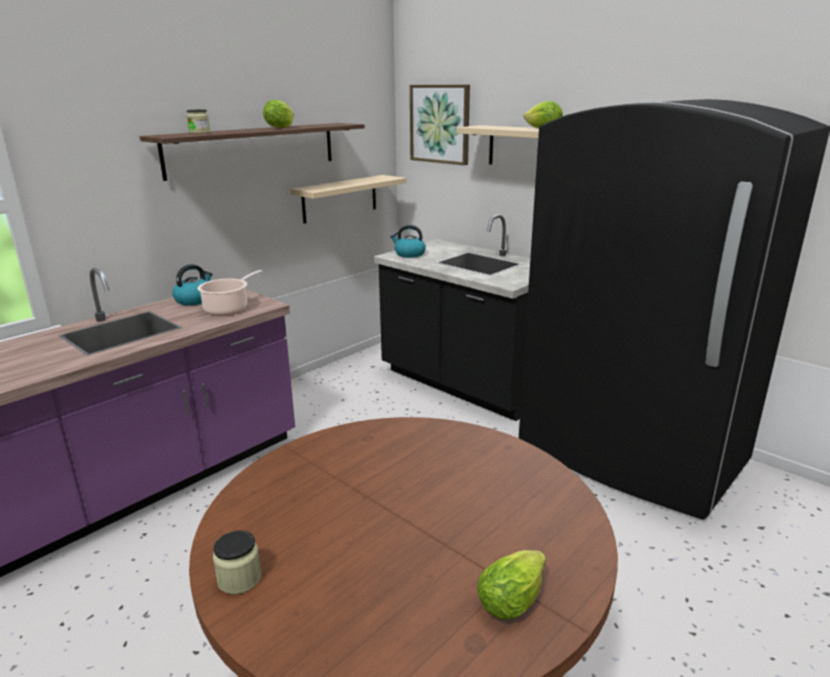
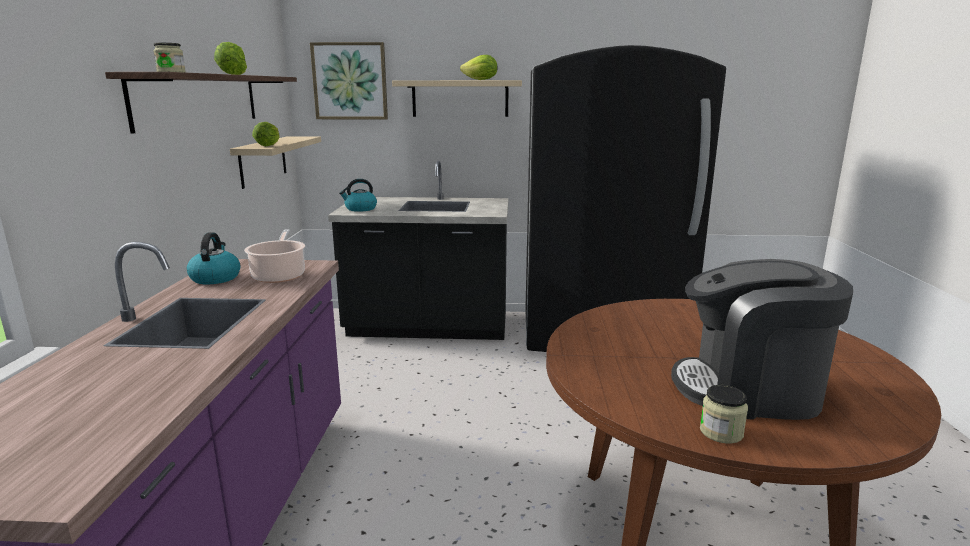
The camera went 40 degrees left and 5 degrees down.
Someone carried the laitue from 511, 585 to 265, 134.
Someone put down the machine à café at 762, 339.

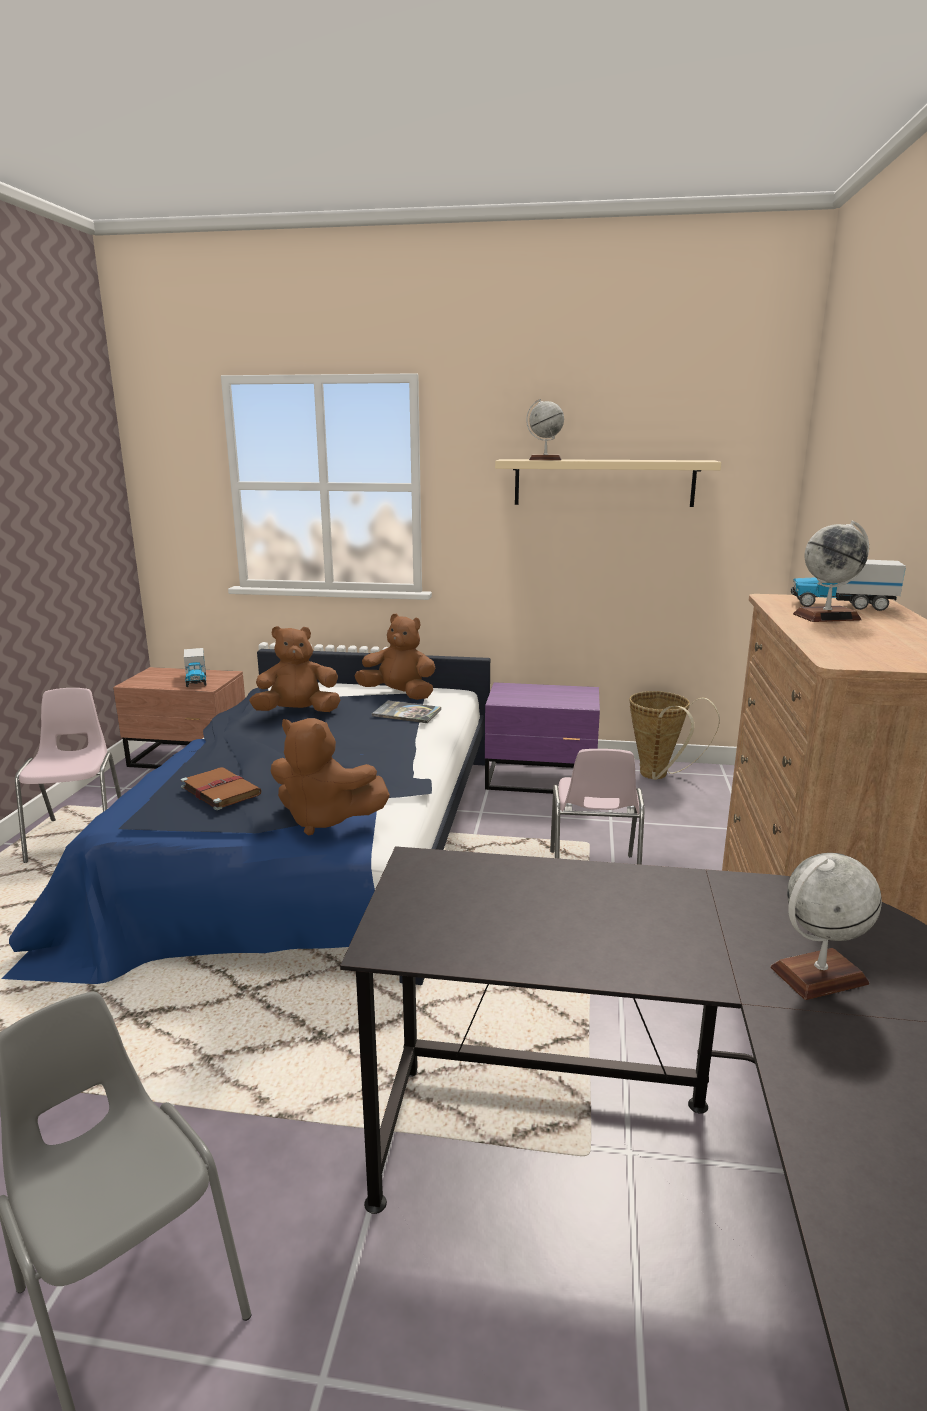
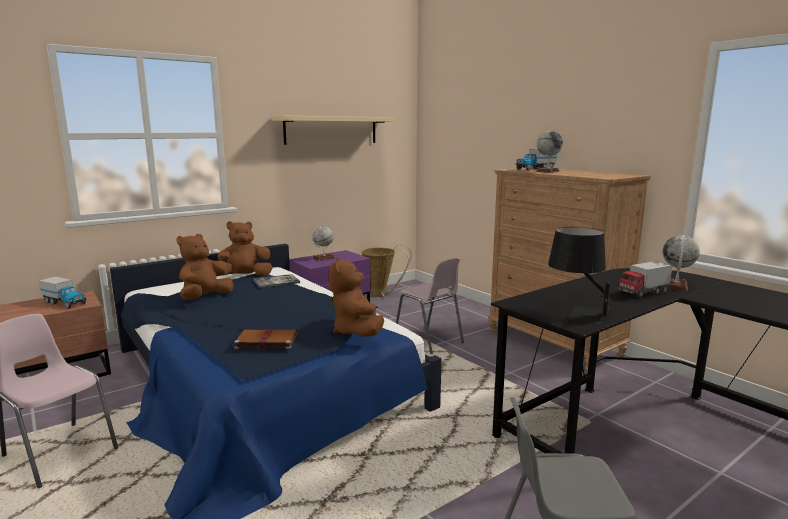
The camera went 45 degrees left and 5 degrees down.
Someone carried the globe from 545, 429 to 323, 243.
Someone rotated the peluche (marron) at 330, 777 by 105 degrees clockwise.
Someone put down the lampe de table (noir) at 579, 276.
Someone put down the camion jouet at 645, 279.

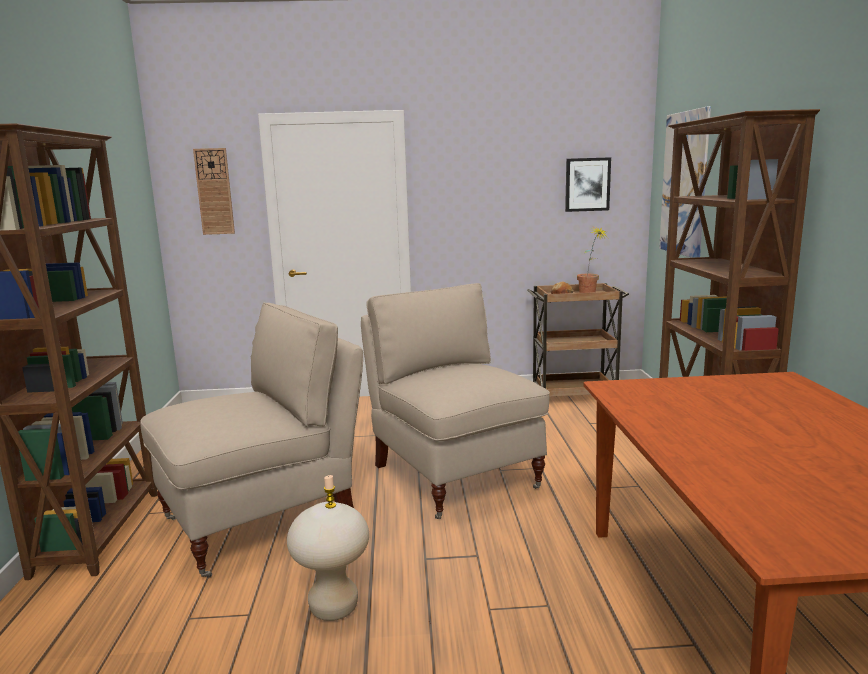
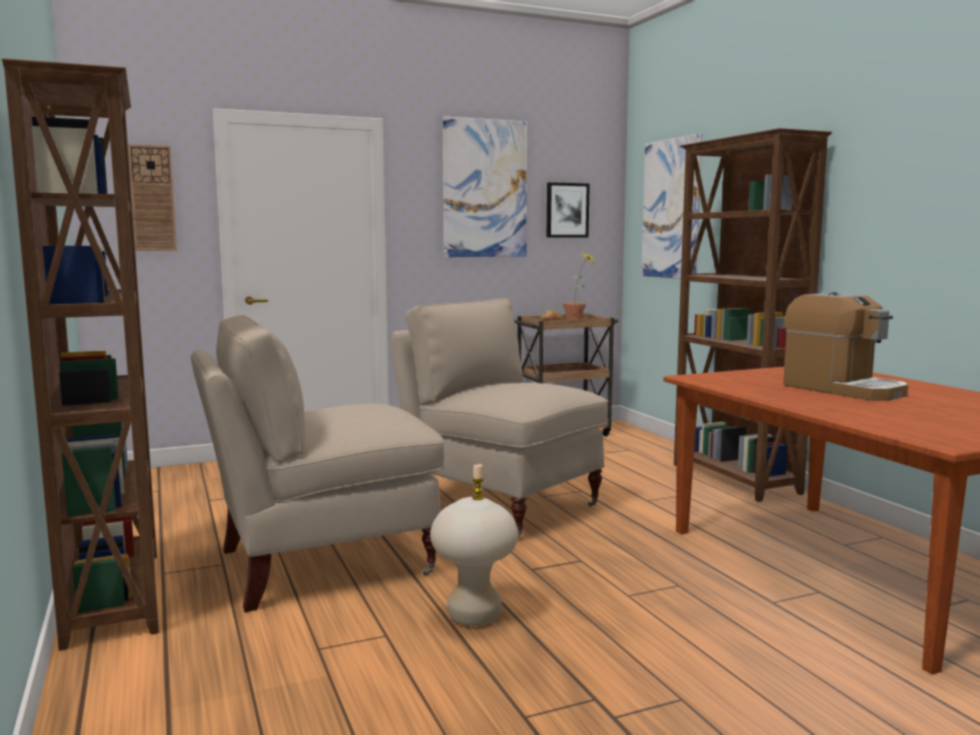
The camera went 20 degrees left and 5 degrees down.
Someone rotated the chaise (beige) at 251, 440 by 150 degrees counterclockwise.
Someone put up the tableau at 485, 186.
Someone put down the machine à café at 845, 346.

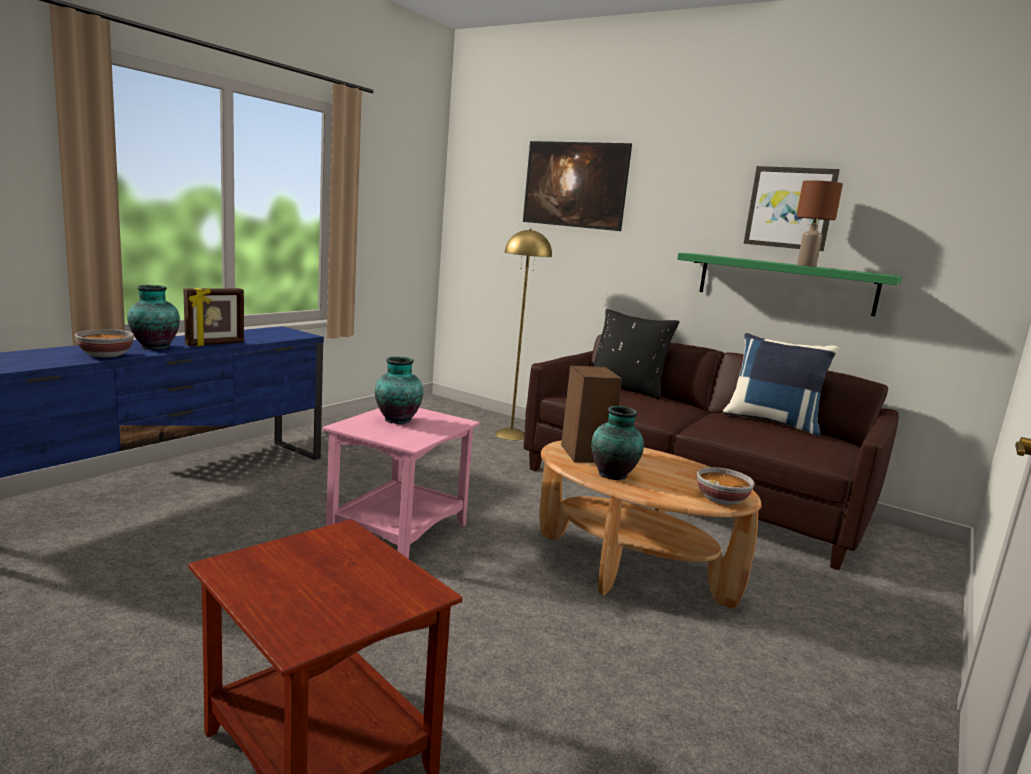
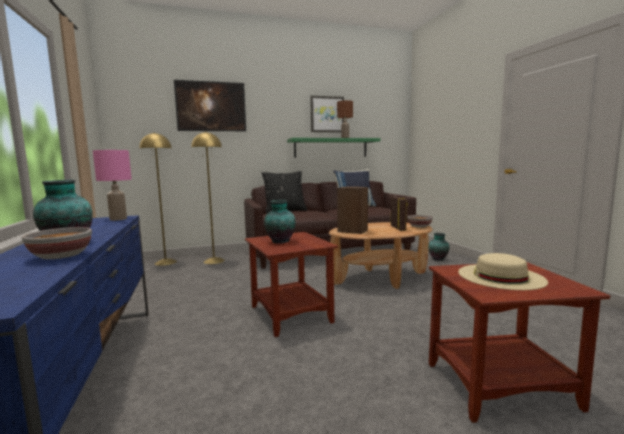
The camera went 50 degrees left and 5 degrees down.
Someone put down the lampe de table (rose) at 112, 185.
Someone put down the lampadaire (jaune) at 158, 199.
Someone repainted the table d'appoint (rose) at 401, 483, which became the table d'appoint (marron) at 291, 284.
Someone carried the cadre photo from 213, 317 to 399, 214.
Someone carried the vase from 617, 443 to 439, 247.
Someone put down the chapeau (beige) at 503, 271.

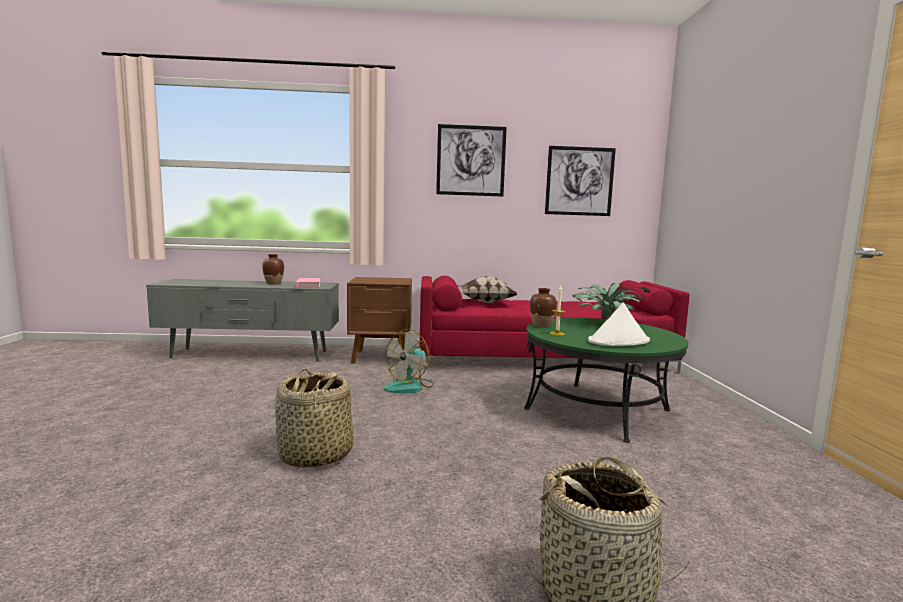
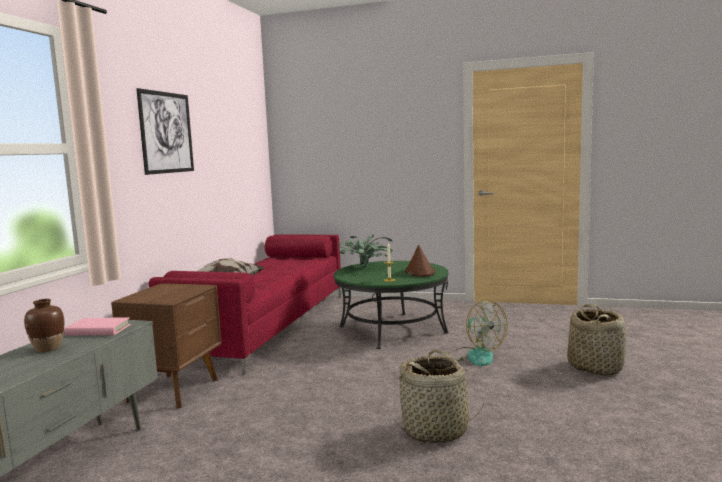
The camera went 70 degrees left and 0 degrees up.
Someone repainted the chapeau (blanc) at 619, 324, which became the chapeau (marron) at 420, 261.
Someone carried the ventilateur from 409, 361 to 478, 332.
Someone took away the vase (marron) at 543, 307.
Someone took away the tableau at 580, 181.

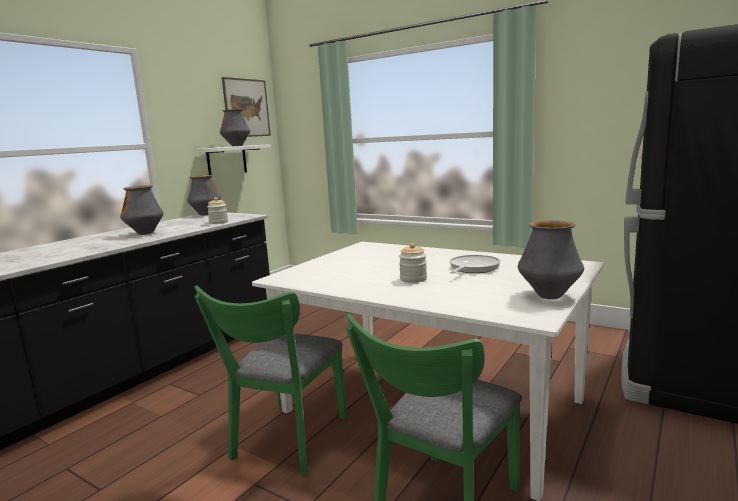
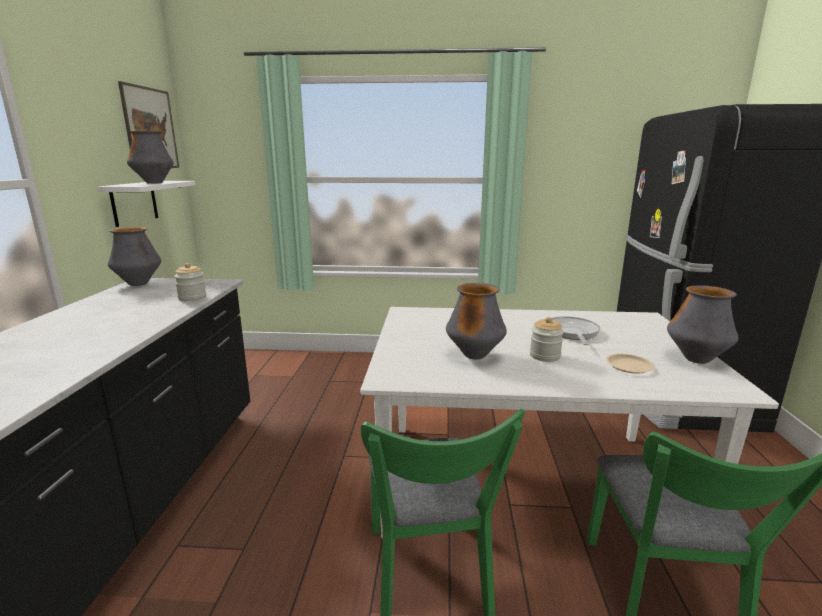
The camera went 30 degrees left and 5 degrees up.
Someone carried the vase from 142, 210 to 476, 321.
Someone put down the assiette (beige) at 630, 364.

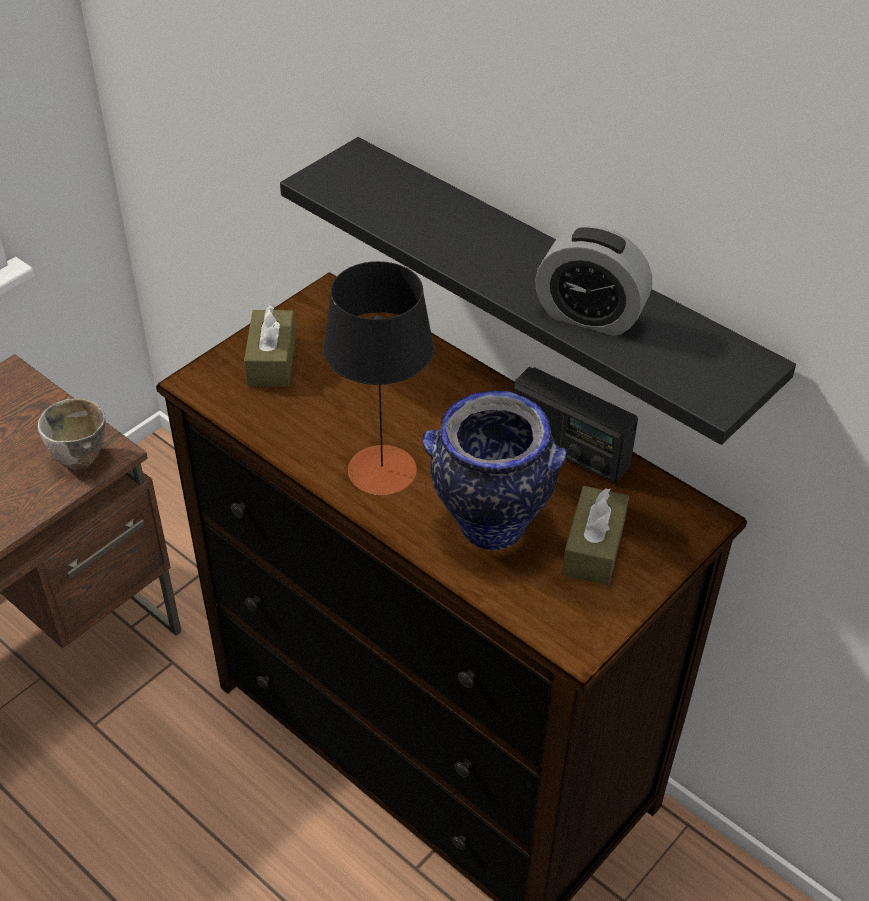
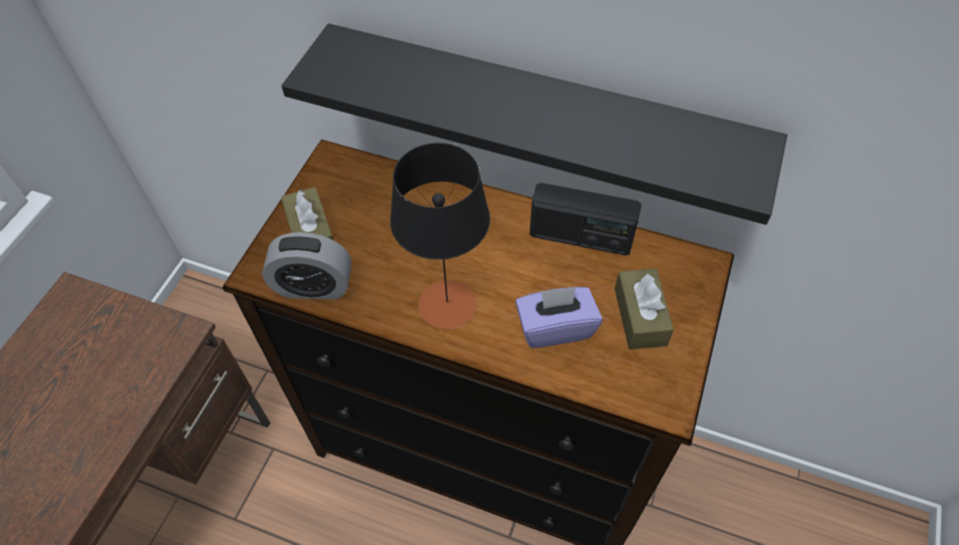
The camera went 20 degrees left and 10 degrees up.
Someone carried the réveil from 593, 281 to 307, 266.
Someone swapped the vase at 494, 470 for the boîte à mouchoirs (violet) at 558, 317.
Someone took away the bol at 71, 434.

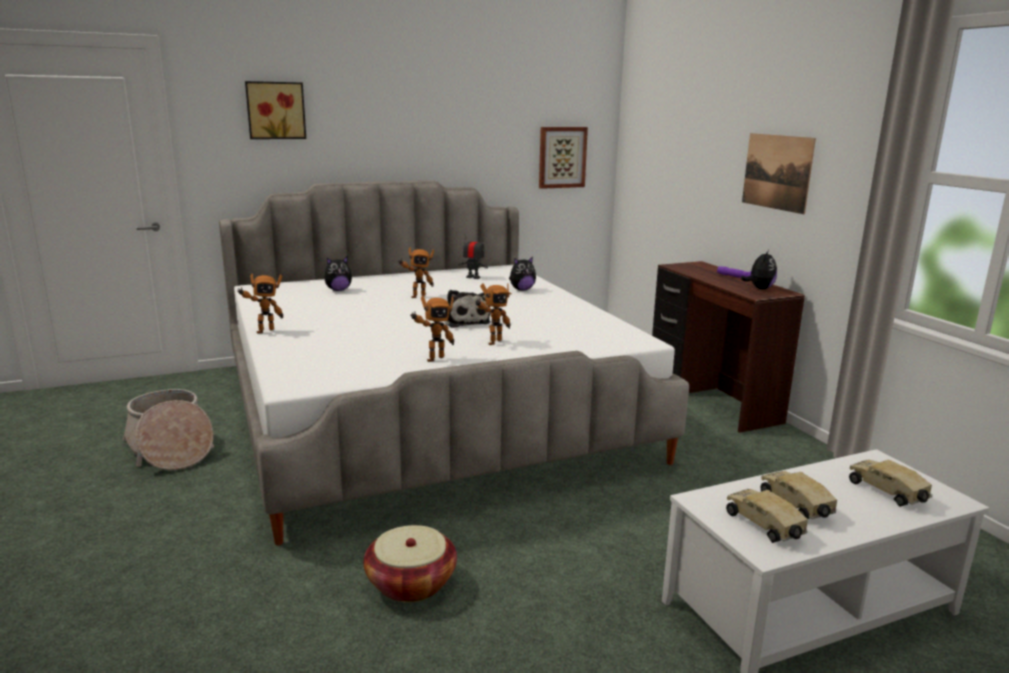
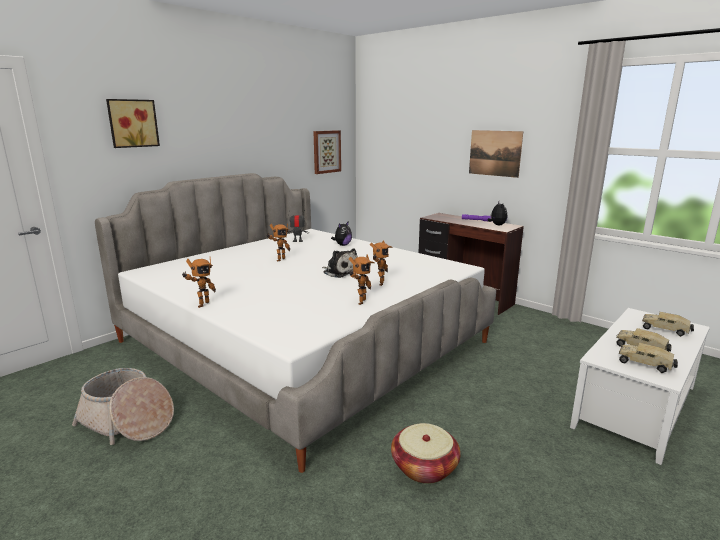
The camera went 25 degrees left and 0 degrees up.
Someone took away the peluche at 338, 274.

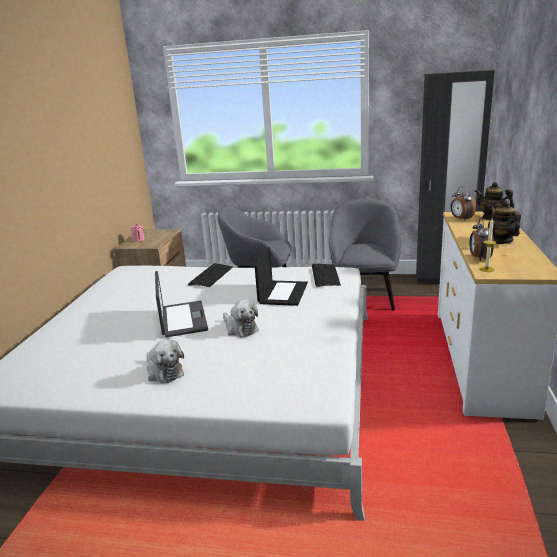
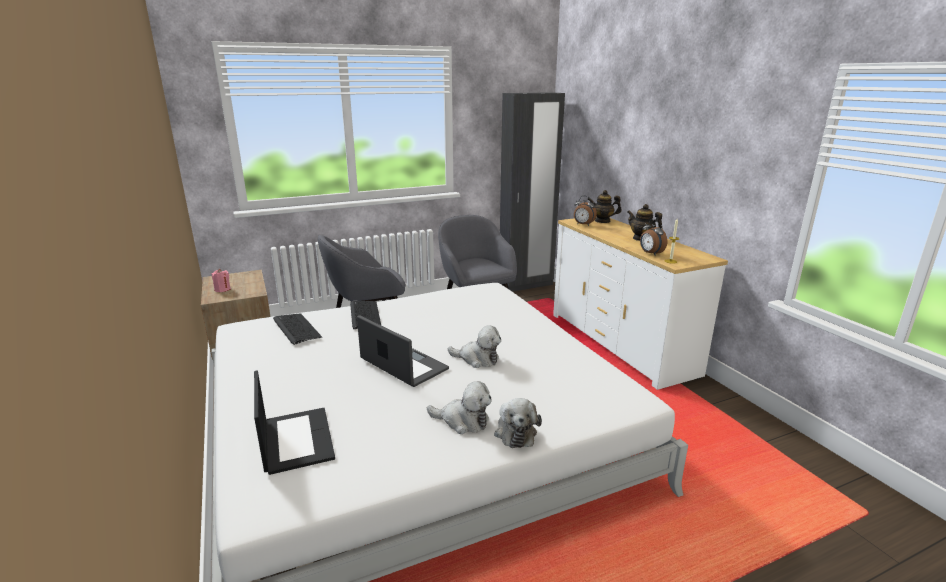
The camera went 35 degrees left and 0 degrees up.
Someone carried the ordinateur portable from 281, 276 to 294, 422.
Someone carried the clavier from 326, 275 to 297, 329.
Someone put down the peluche at 518, 423.

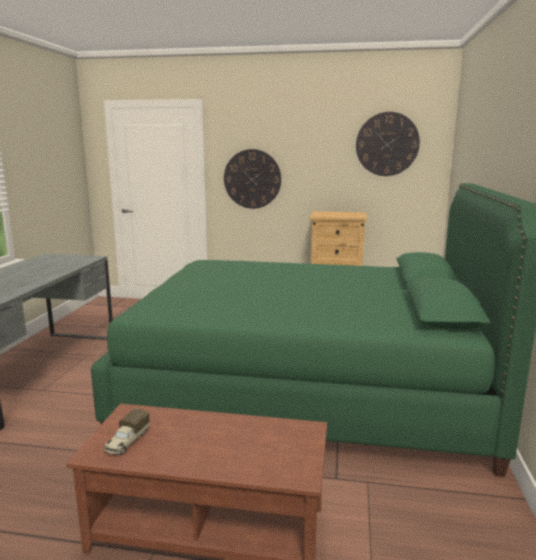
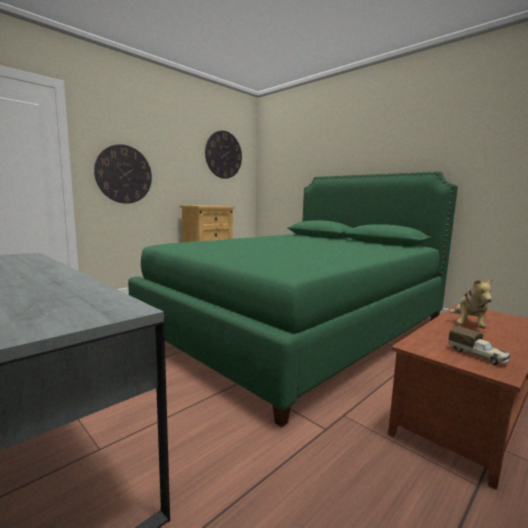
The camera went 55 degrees left and 5 degrees down.
Someone put down the peluche at 471, 303.

